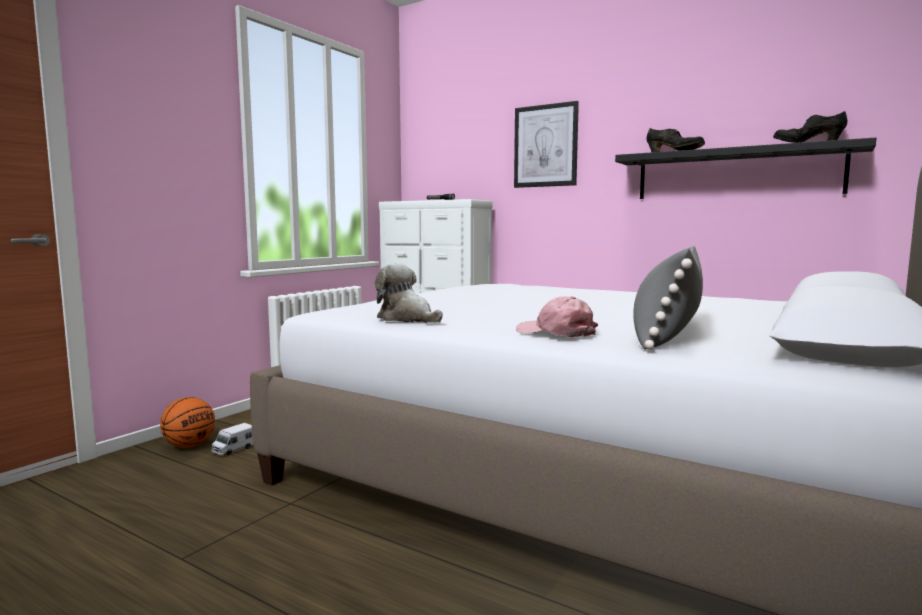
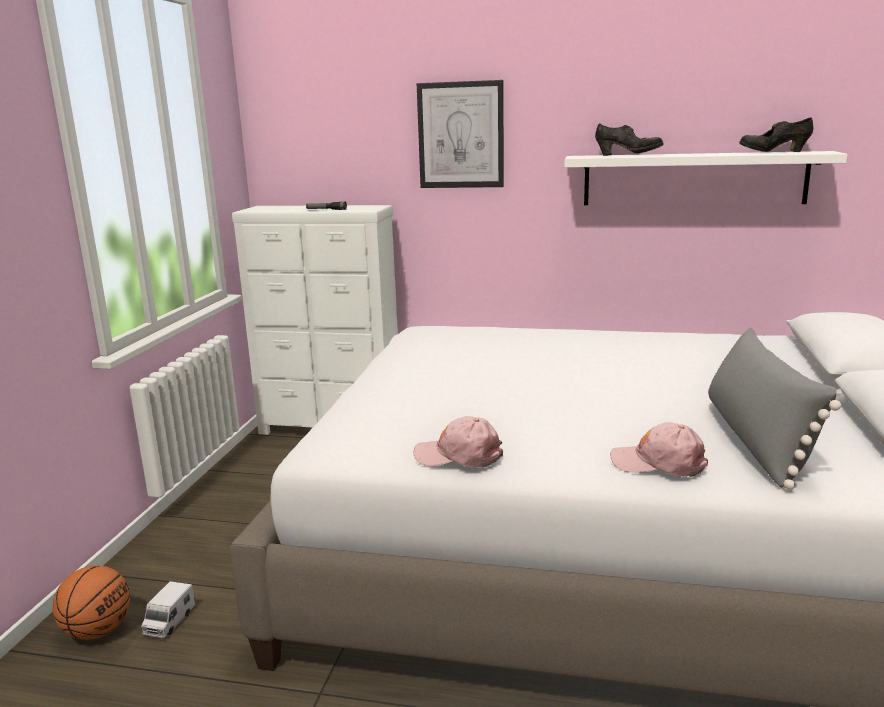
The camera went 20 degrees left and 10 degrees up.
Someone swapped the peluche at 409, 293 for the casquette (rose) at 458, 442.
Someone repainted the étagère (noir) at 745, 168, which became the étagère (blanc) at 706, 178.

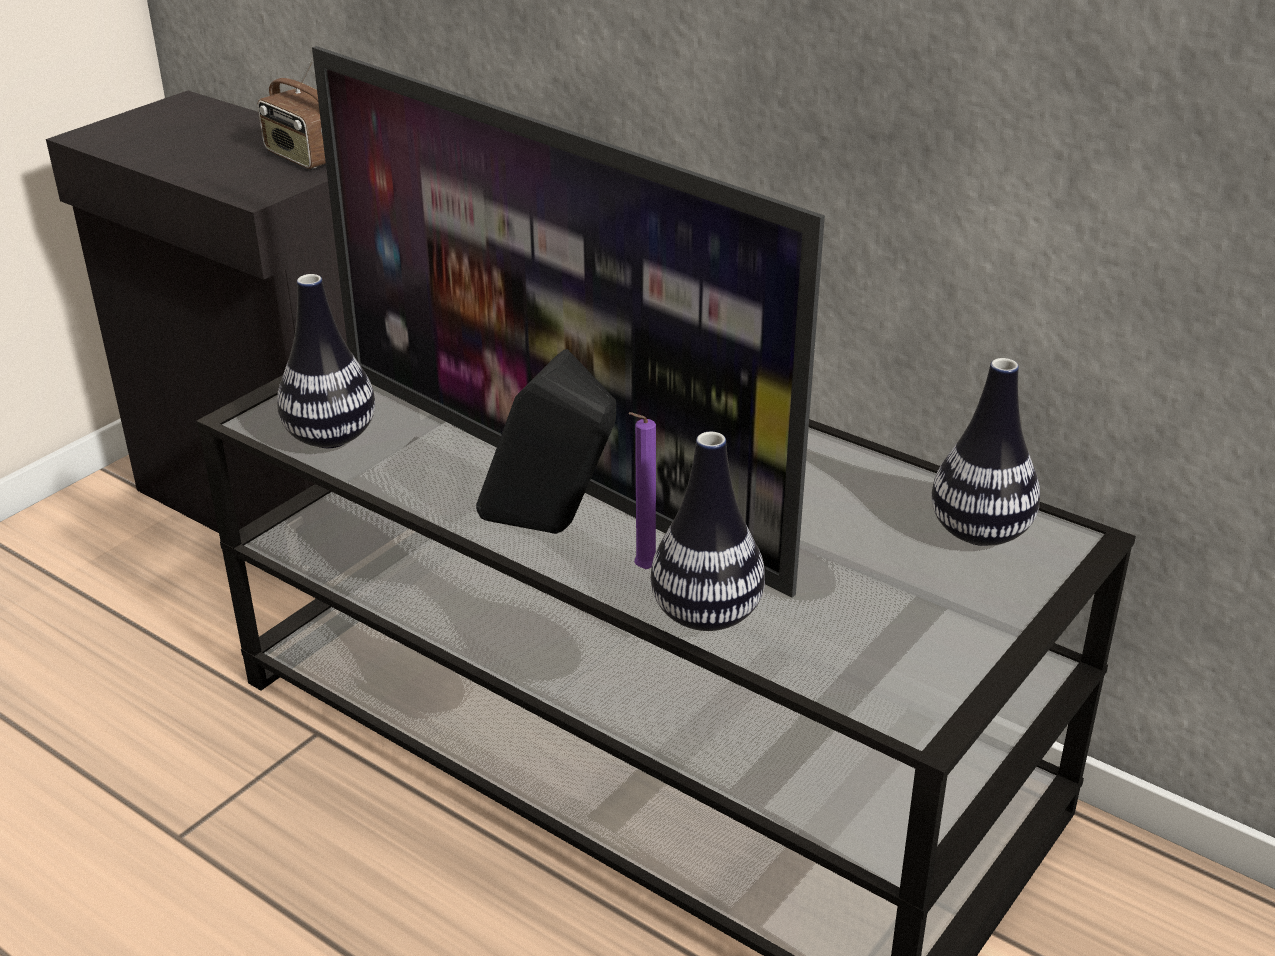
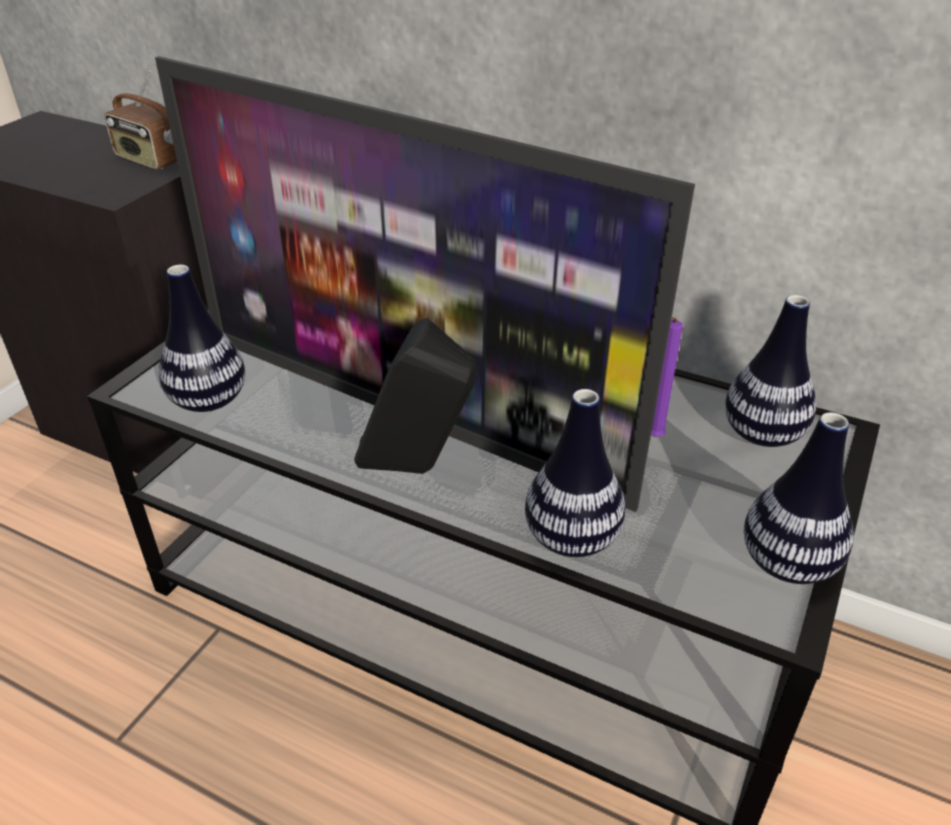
The camera went 10 degrees left and 5 degrees up.
Someone carried the bougie (violet) from 642, 490 to 667, 377.
Someone put down the vase at 799, 498.

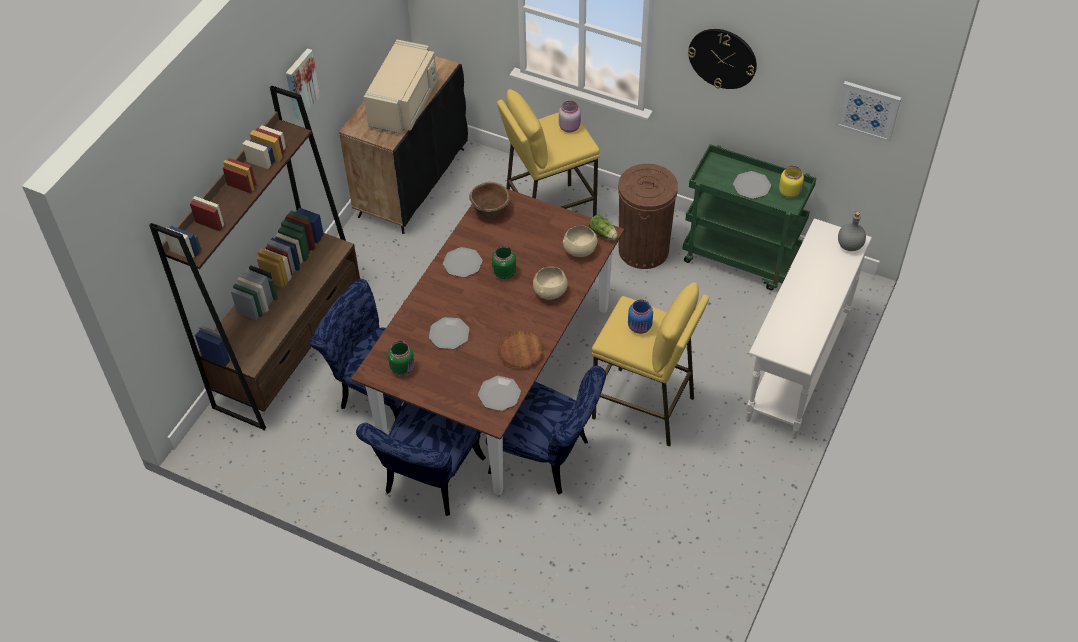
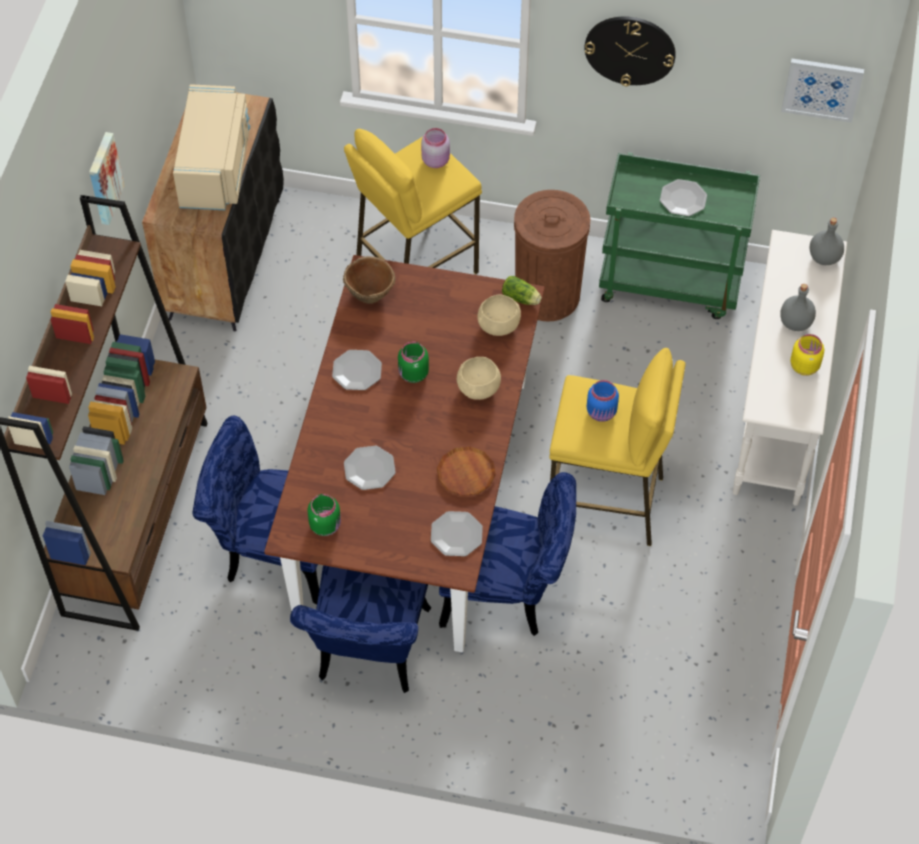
The camera went 15 degrees left and 5 degrees up.
Someone put down the bouteille (gris) at 798, 307.
Someone carried the bocal (jaune) from 791, 182 to 807, 355.

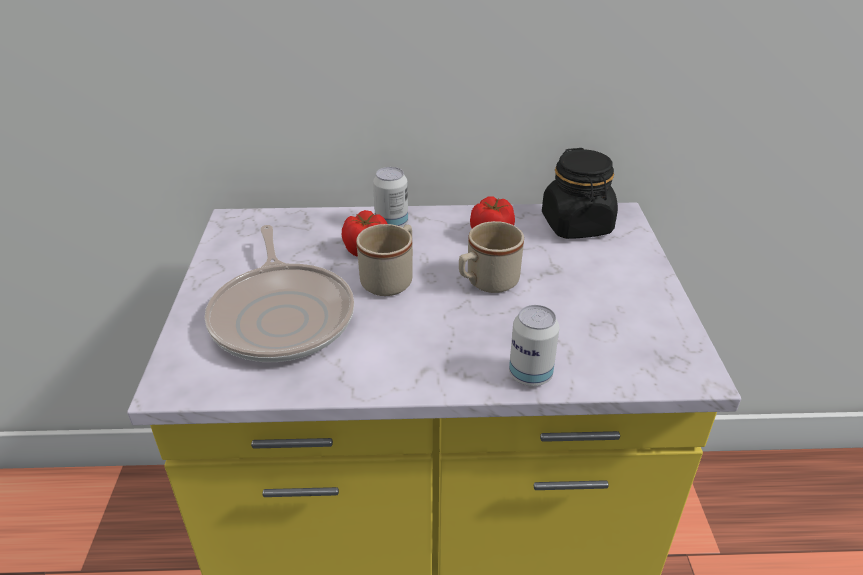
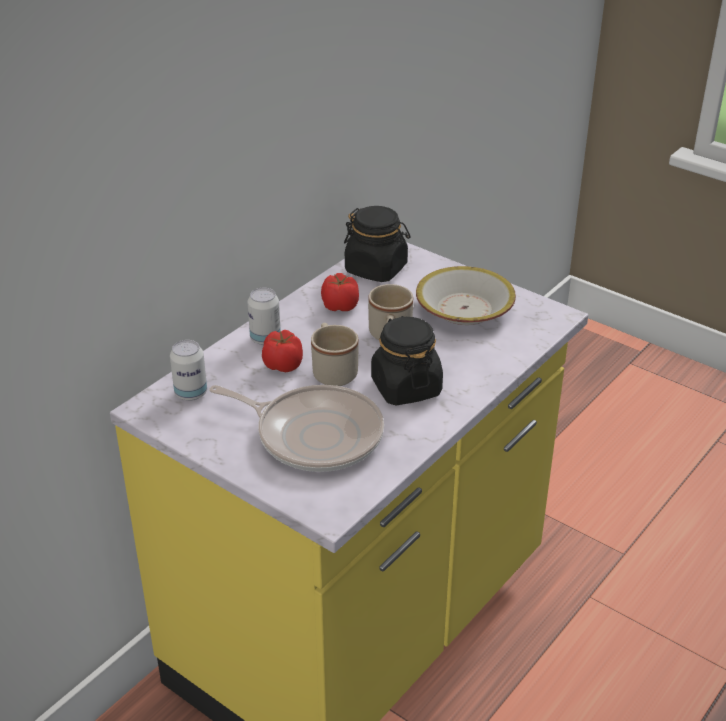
The camera went 50 degrees left and 0 degrees up.
Someone carried the boîte métallique from 534, 345 to 188, 370.
Someone put down the bocal (noir) at 407, 360.
Someone put down the bol at 466, 295.

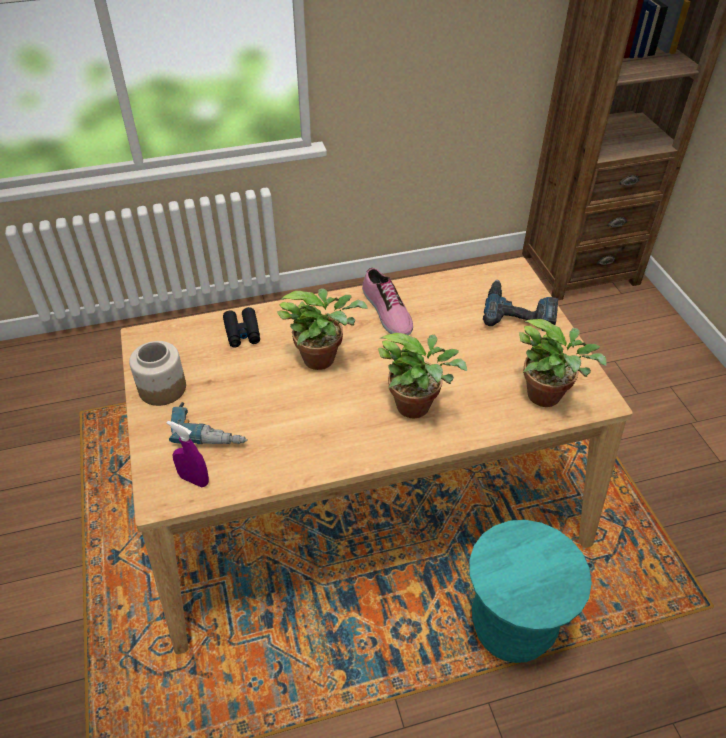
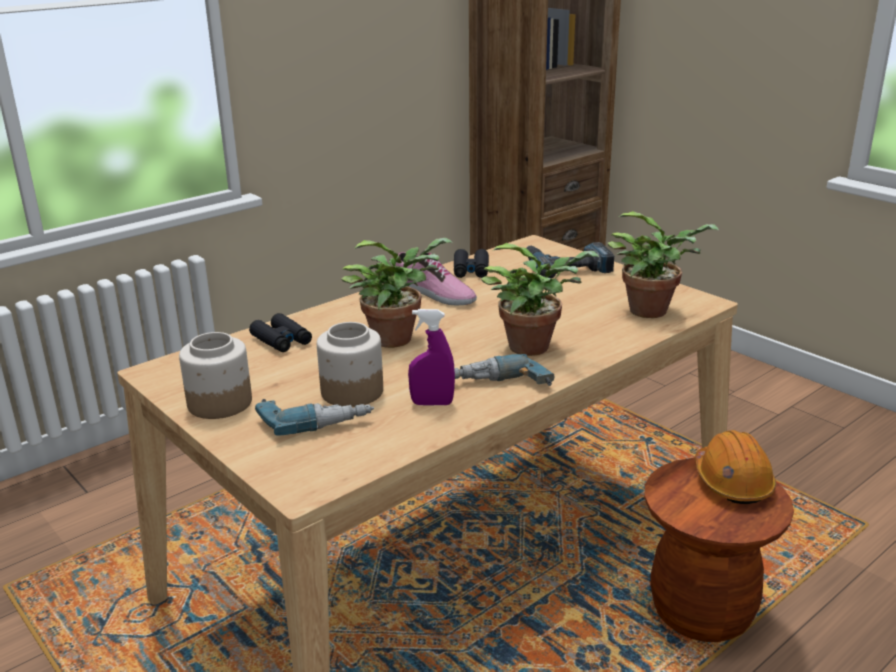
The camera went 25 degrees left and 20 degrees down.
Someone put down the bocal at 350, 364.
Someone carried the vaporisateur (violet) from 188, 454 to 431, 357.
Someone put down the jumelles (noir) at 471, 263.
Someone put down the perceuse at 504, 370.
Someone repainted the tabouret (turquoise) at 530, 591, which became the tabouret (marron) at 719, 550.
Someone put down the casque de chantier (orange) at 735, 467.

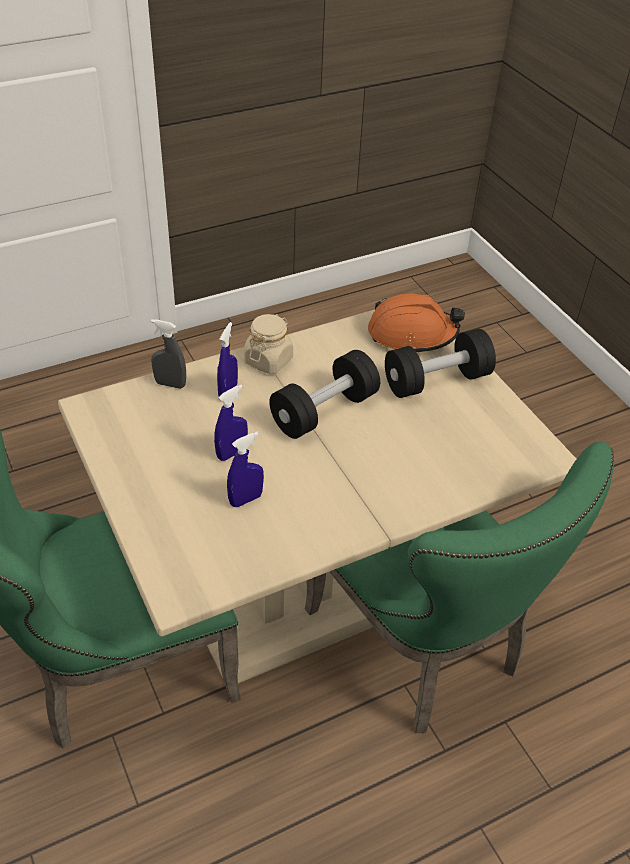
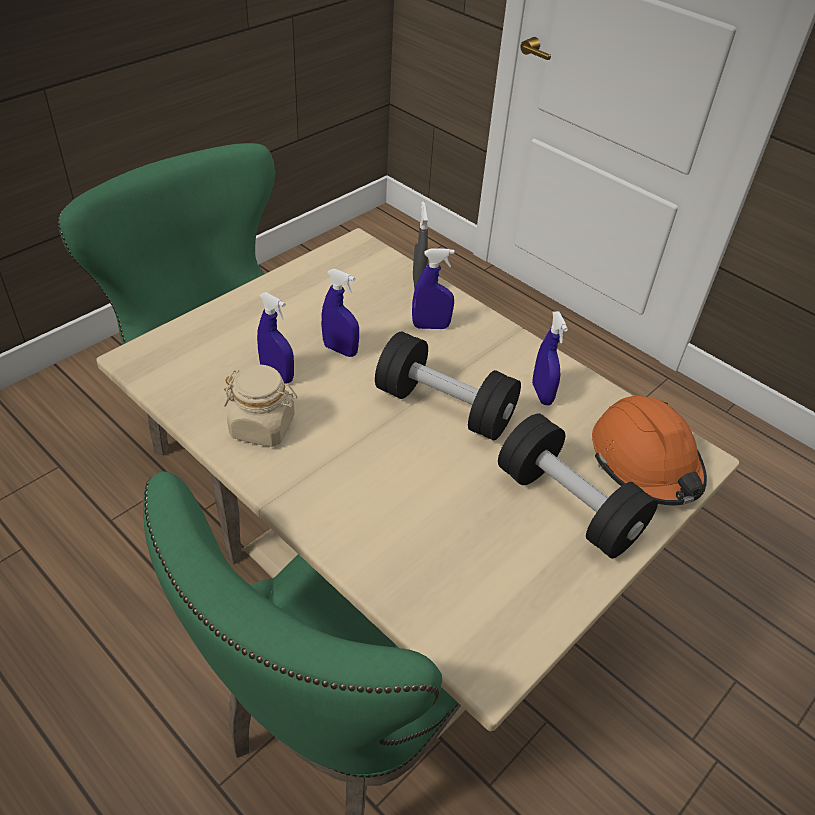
The camera went 70 degrees right and 0 degrees up.
Someone carried the bocal (beige) from 268, 344 to 260, 406.
Someone put down the vaporisateur (bleu) at 550, 358.

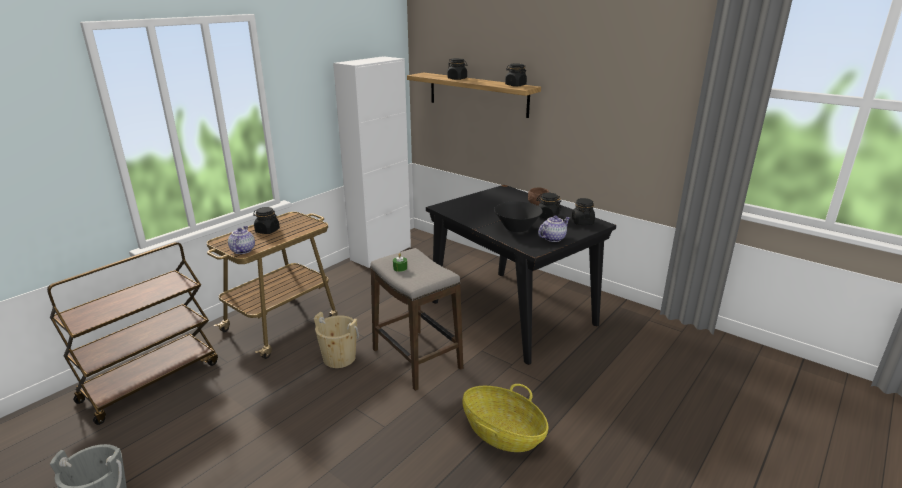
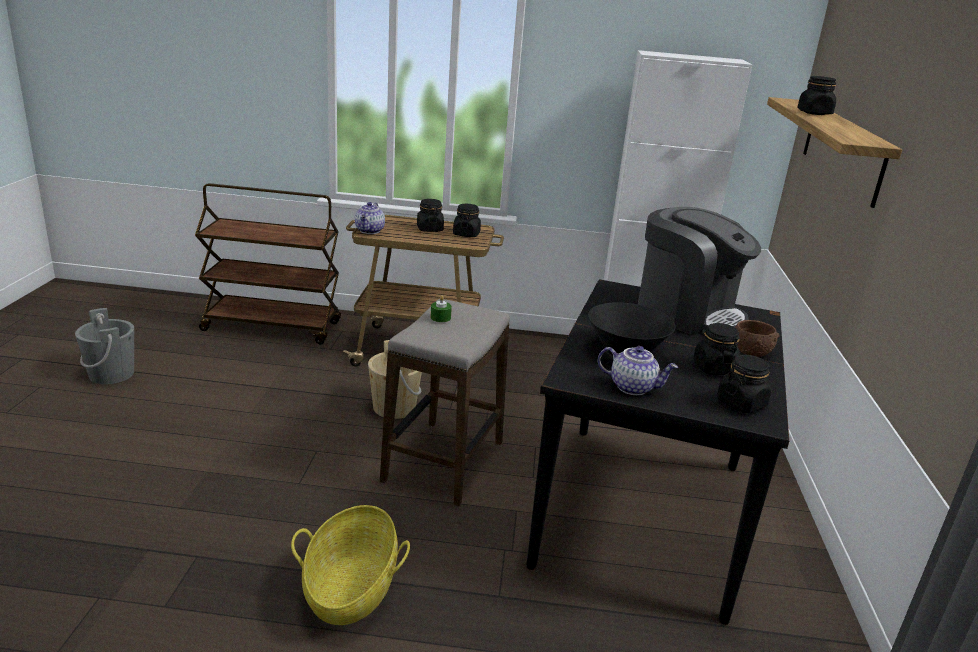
The camera went 55 degrees right and 0 degrees up.
Someone rotated the théière at 241, 240 by 135 degrees clockwise.
Someone carried the bocal (noir) from 516, 75 to 467, 220.
Someone put down the machine à café at 699, 271.

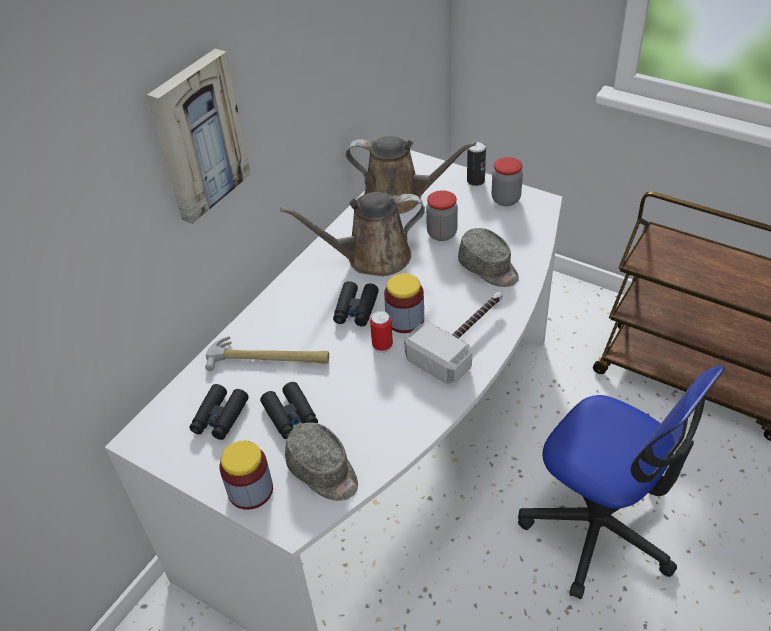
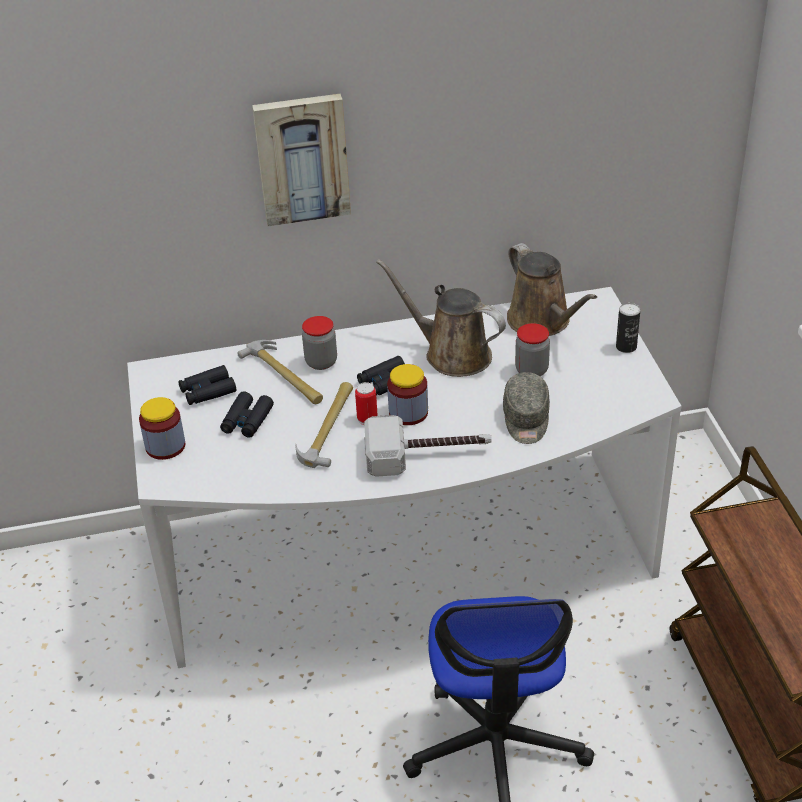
The camera went 45 degrees right and 5 degrees down.
Someone put down the marteau at 324, 425.
Someone carried the bocal from 507, 181 to 319, 343.
Someone took away the casquette (gris) at 321, 461.

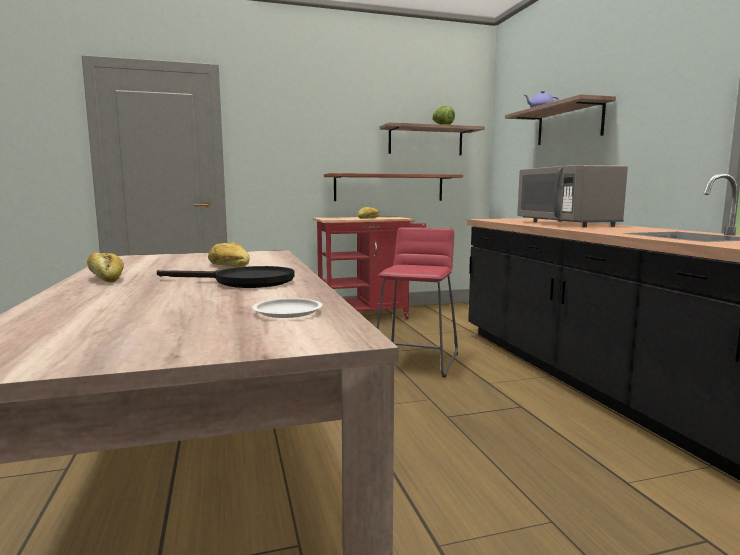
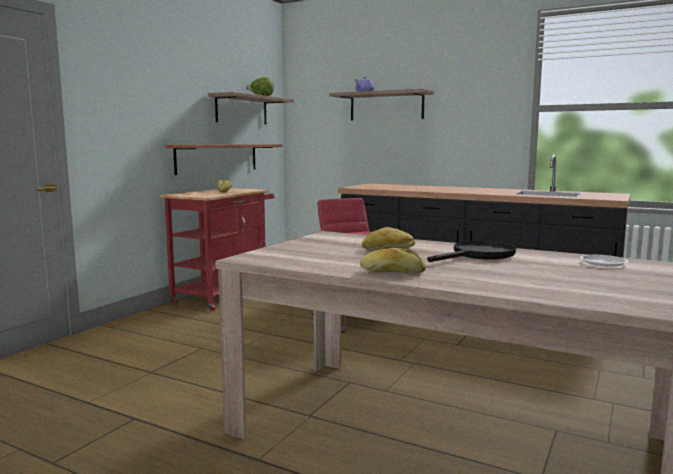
The camera went 45 degrees left and 0 degrees up.
Someone took away the micro-ondes (gris) at 572, 196.

